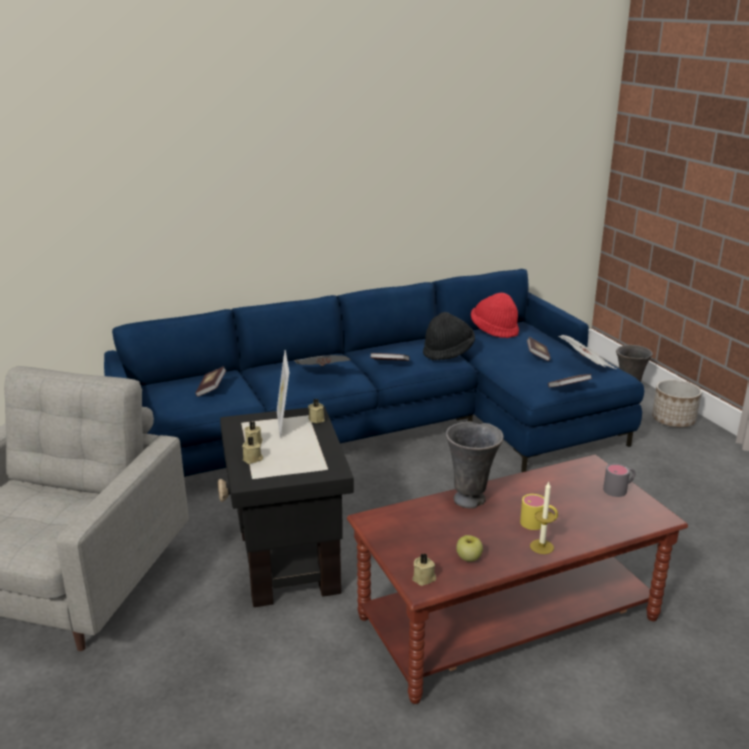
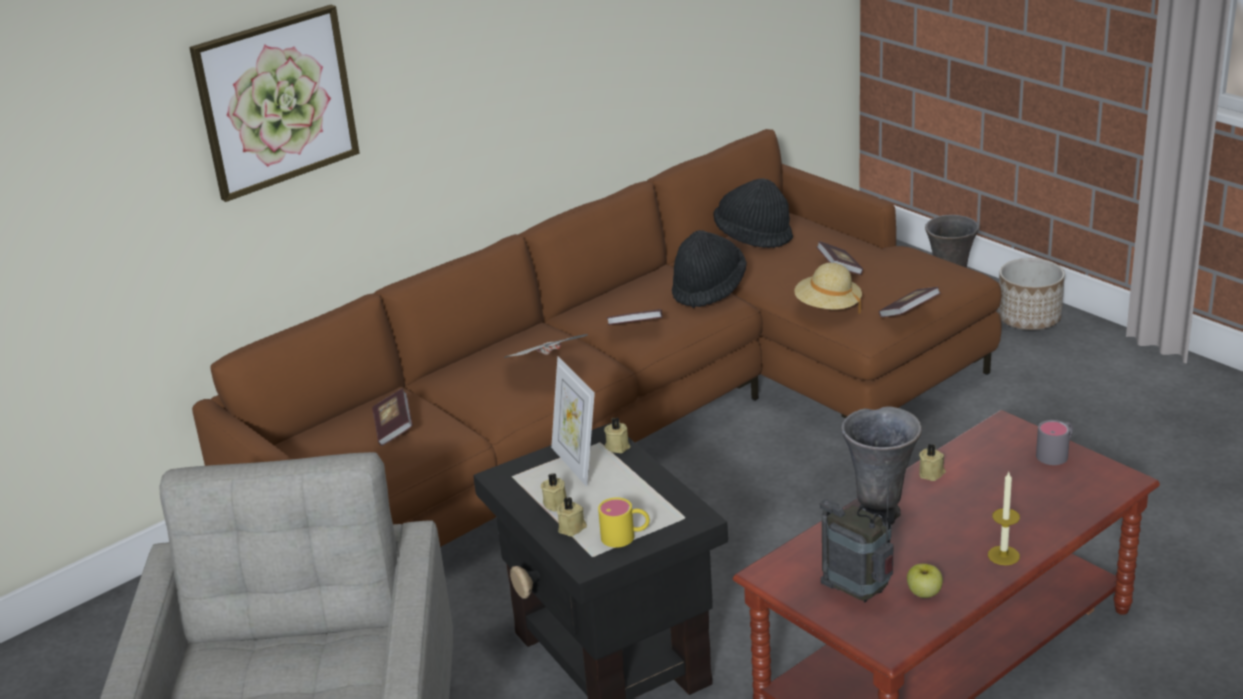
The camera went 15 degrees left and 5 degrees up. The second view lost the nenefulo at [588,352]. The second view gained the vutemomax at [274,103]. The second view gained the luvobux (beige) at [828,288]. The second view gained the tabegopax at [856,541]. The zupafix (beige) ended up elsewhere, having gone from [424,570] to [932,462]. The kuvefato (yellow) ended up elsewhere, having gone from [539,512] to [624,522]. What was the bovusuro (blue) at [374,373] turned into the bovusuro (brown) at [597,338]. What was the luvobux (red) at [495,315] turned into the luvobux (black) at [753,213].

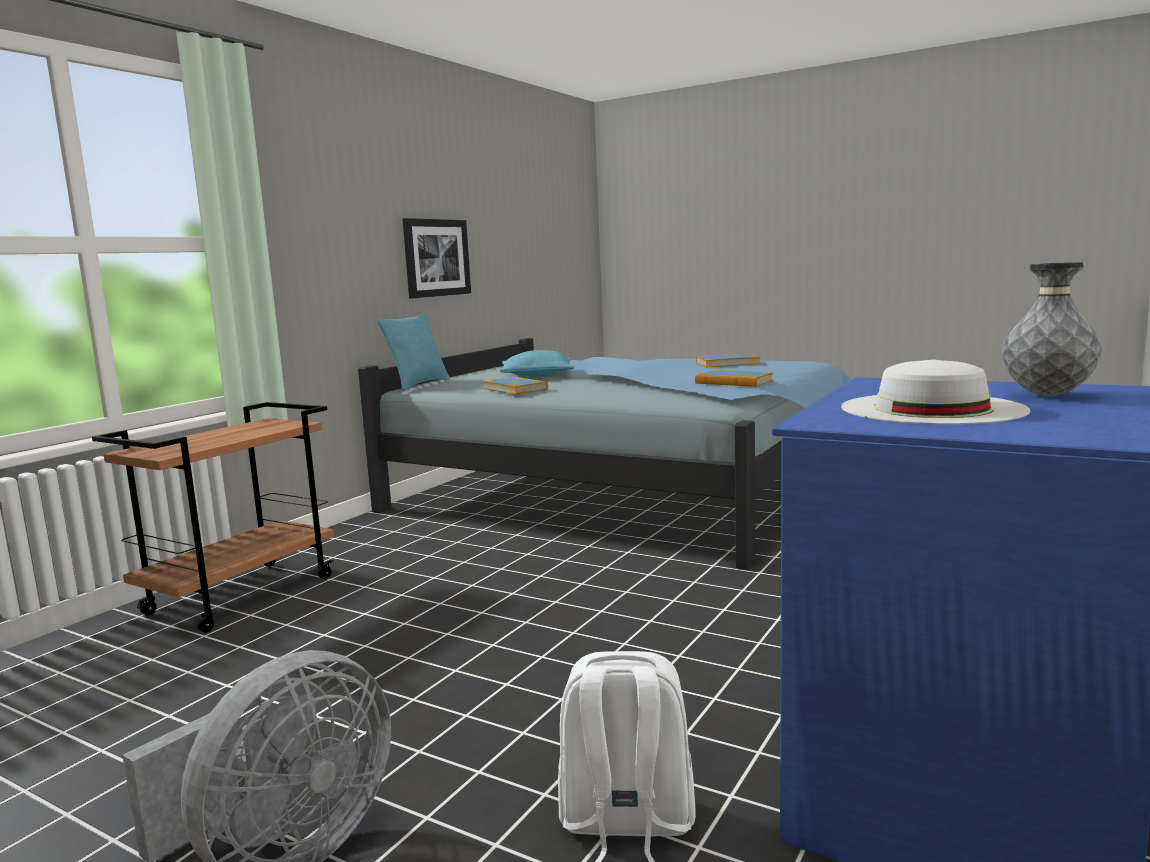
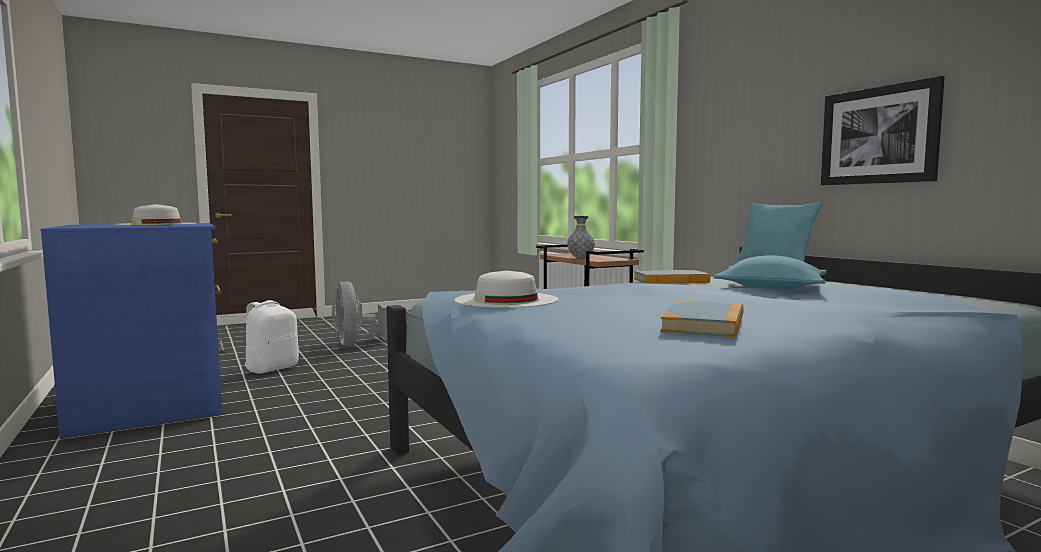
The camera went 120 degrees right and 5 degrees down. The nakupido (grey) ended up elsewhere, having gone from [1052,329] to [581,237]. Where the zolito stood at [734,378], the luvobux (white) came to stand at [506,289].

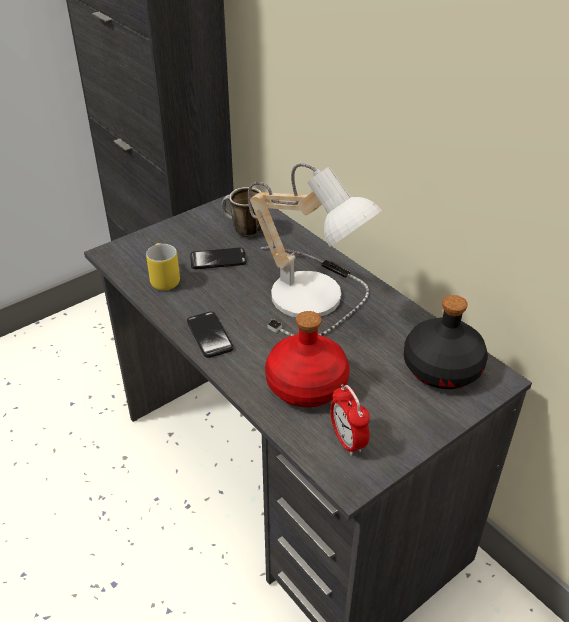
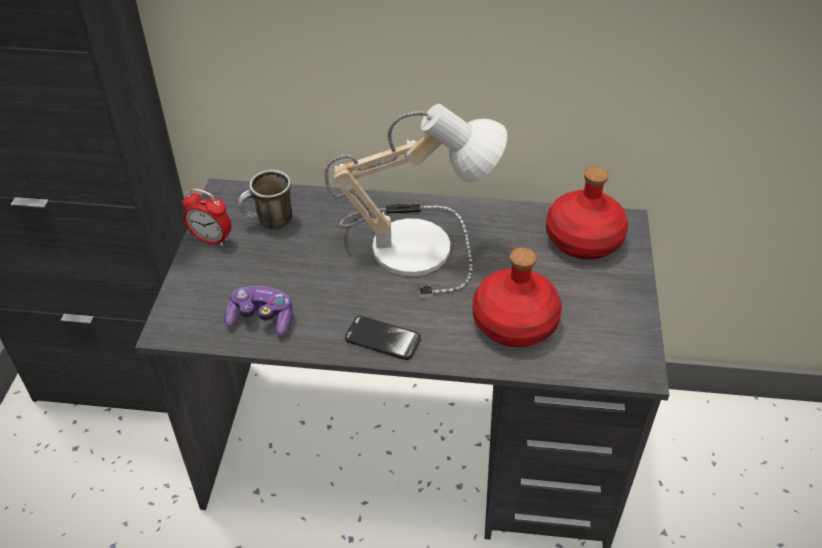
The camera went 45 degrees left and 5 degrees up. The second view lost the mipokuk at [218,258]. The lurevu ended up elsewhere, having gone from [350,420] to [207,217]. Where the kuvefato (yellow) stood at [163,266], the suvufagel came to stand at [258,311]. What was the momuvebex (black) at [446,342] turned into the momuvebex (red) at [587,213].

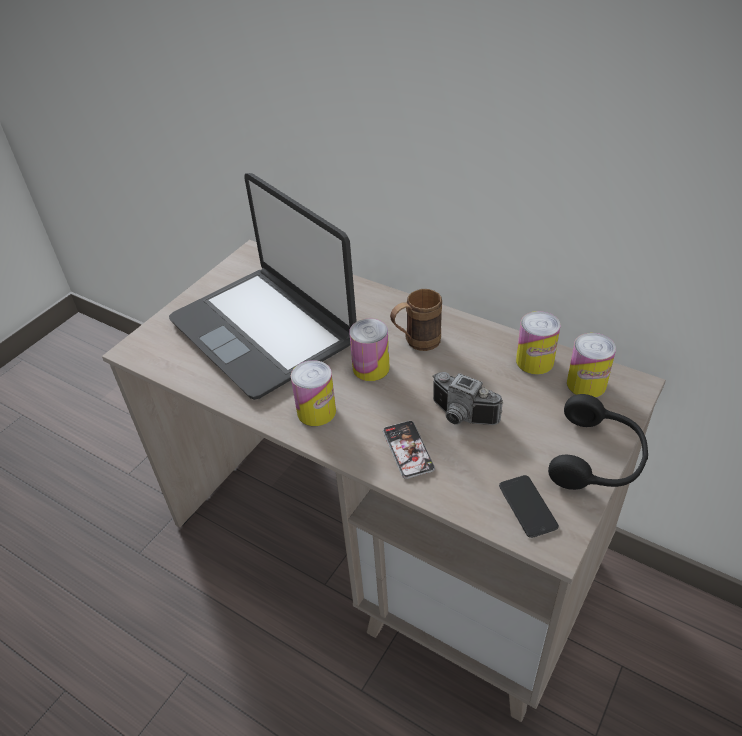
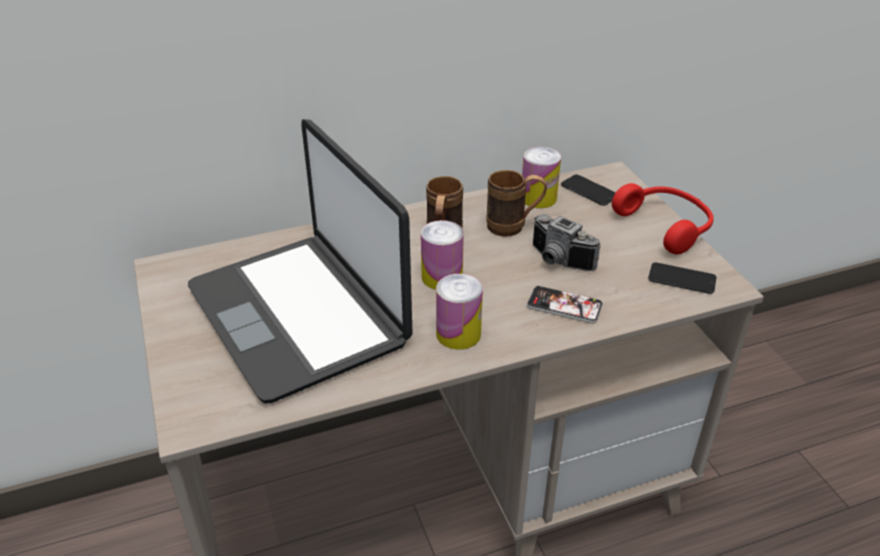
The camera went 55 degrees left and 5 degrees down. The second view gained the kuvefato (brown) at [516,203]. Where the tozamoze stood at [591,365], the mipokuk came to stand at [588,190]. What was the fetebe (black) at [598,442] turned into the fetebe (red) at [663,218]. The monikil at [263,286] ended up facing another way, 60 degrees clockwise from before. The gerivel at [467,398] ended up facing another way, 60 degrees clockwise from before.

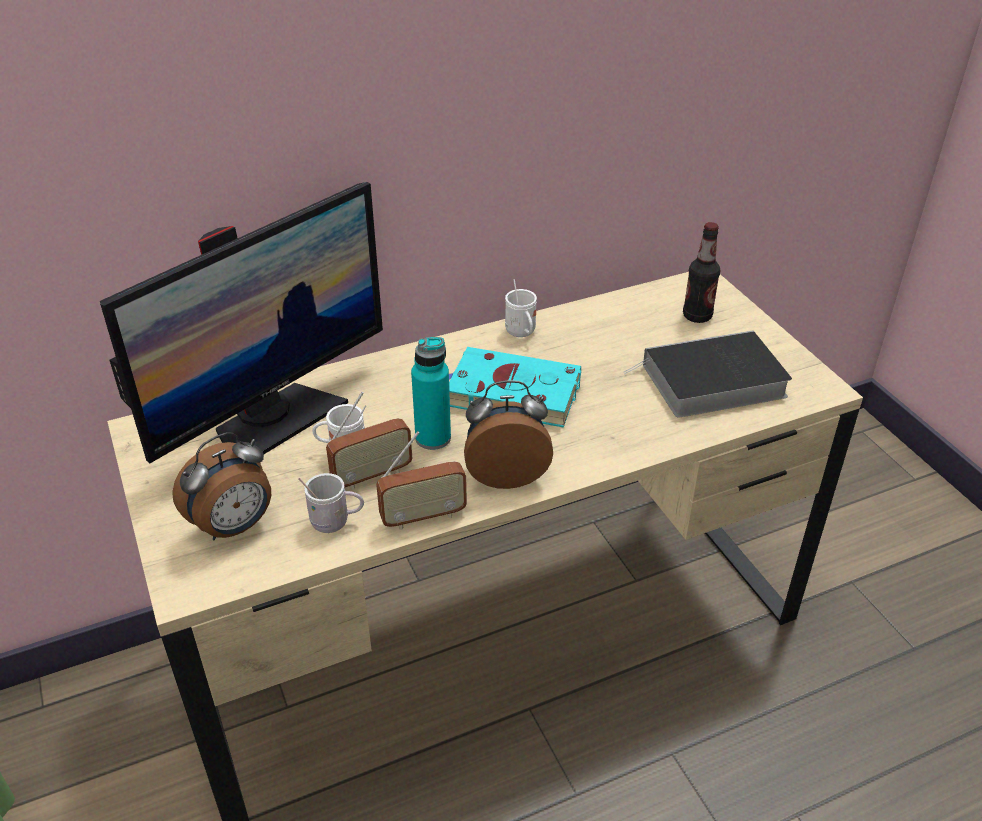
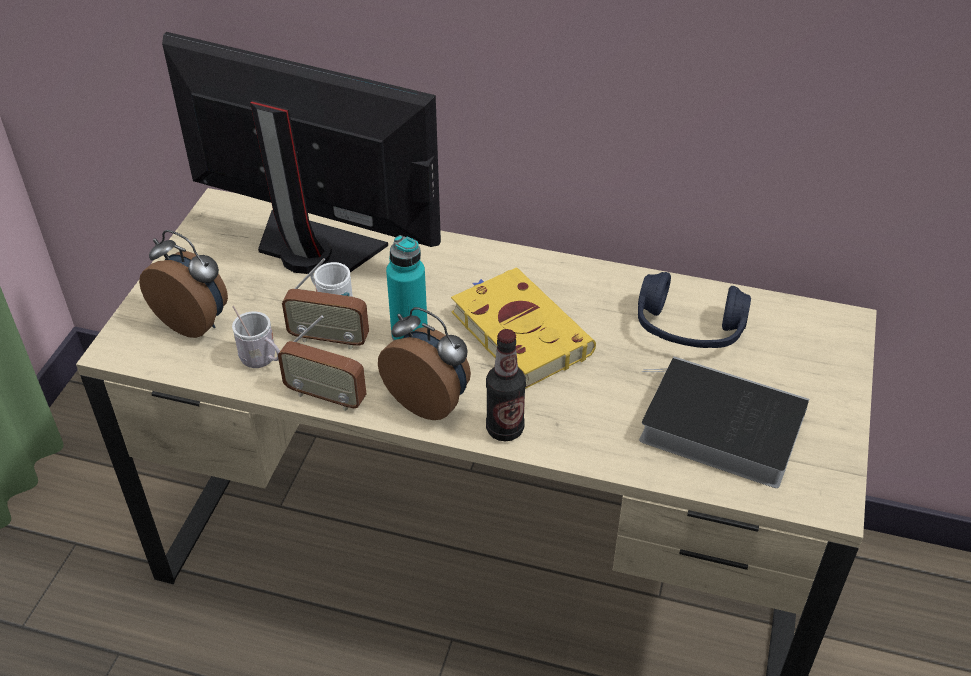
The camera went 40 degrees right and 5 degrees up. The second view lost the kuvefato (white) at [521,308]. The second view gained the fetebe (blue) at [694,310]. The momuvebex ended up elsewhere, having gone from [701,272] to [506,385]. What was the zolito (turquoise) at [515,387] turned into the zolito (yellow) at [523,328]. The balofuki at [241,322] ended up facing another way, 150 degrees counterclockwise from before. The lurevu at [221,486] ended up facing another way, 150 degrees counterclockwise from before.

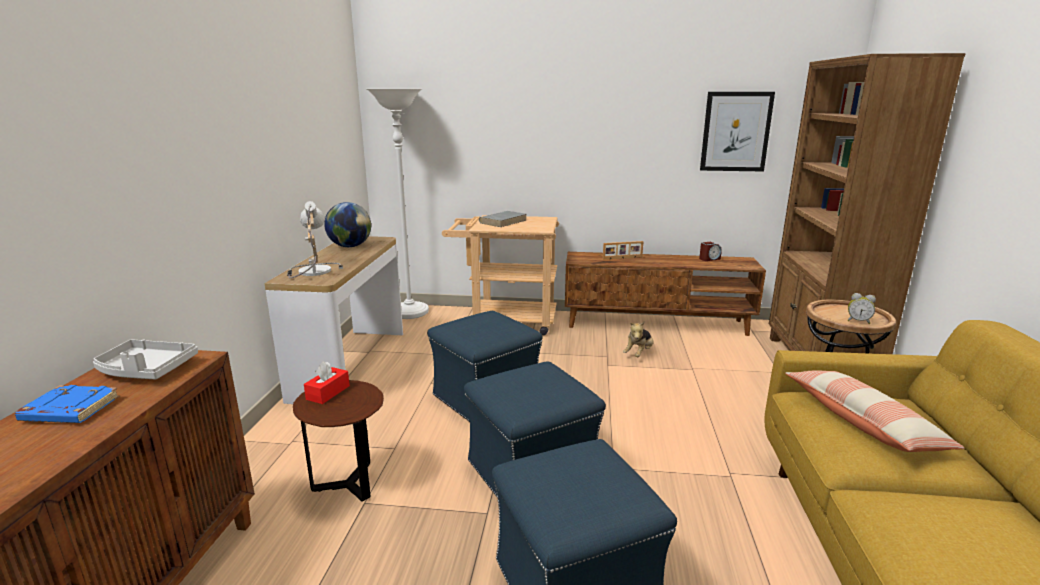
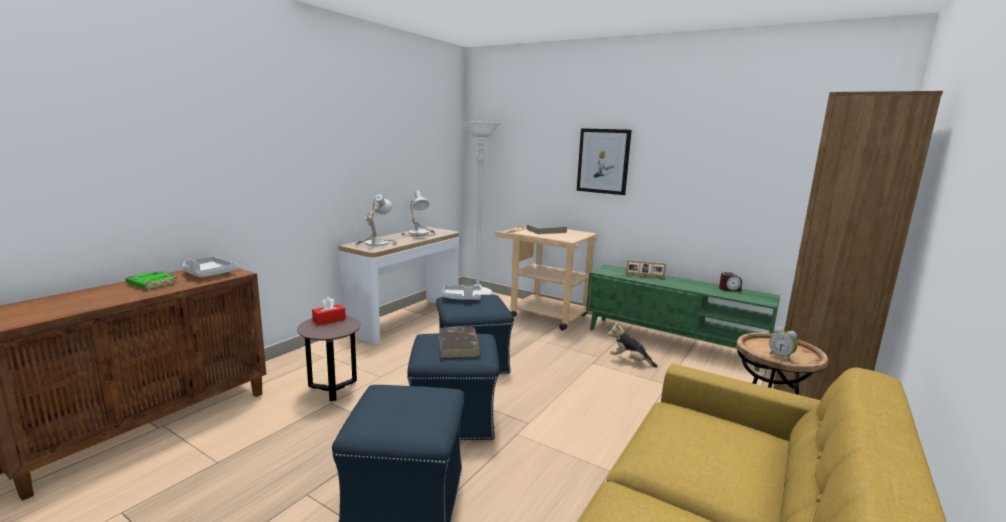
The camera went 25 degrees right and 5 degrees down. The second view lost the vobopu at [875,411]. The second view gained the zolito (brown) at [460,342]. The second view gained the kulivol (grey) at [461,292]. The vutemomax ended up elsewhere, having gone from [737,131] to [604,161]. Where the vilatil stood at [347,224], the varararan came to stand at [419,213]. What was the zolito (blue) at [67,404] turned into the zolito (green) at [152,280]. What was the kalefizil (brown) at [665,294] turned into the kalefizil (green) at [683,318]. The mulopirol at [638,339] ended up facing another way, 60 degrees clockwise from before.

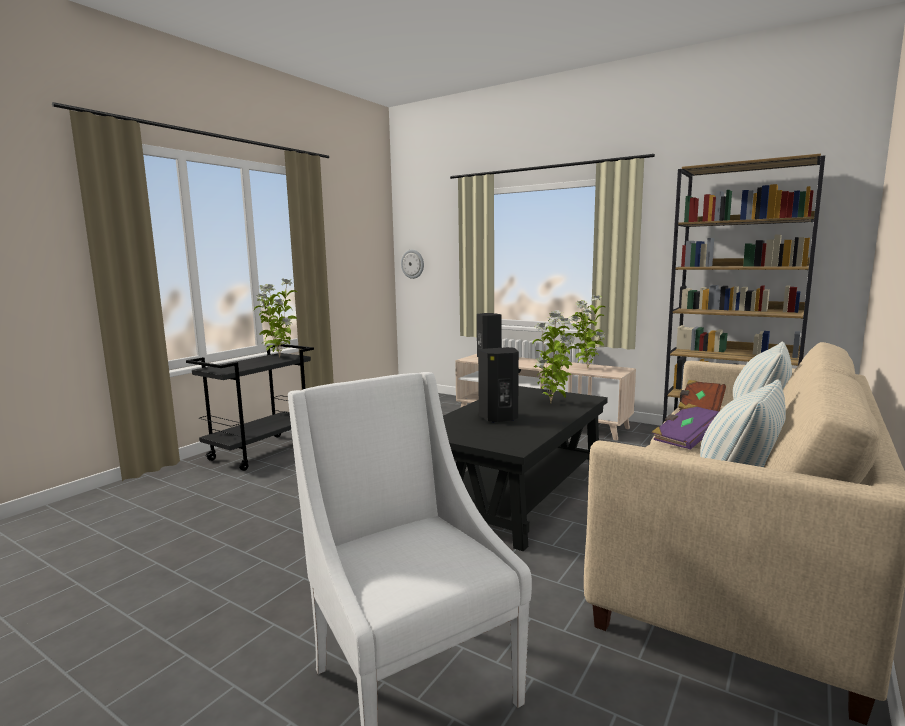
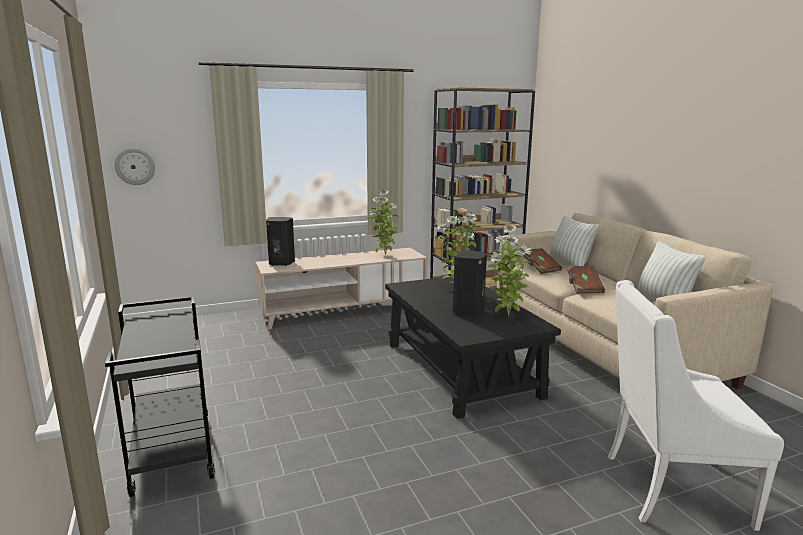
The camera went 55 degrees left and 5 degrees up. The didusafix ended up elsewhere, having gone from [275,318] to [510,271]. What was the zolito (purple) at [685,427] turned into the zolito (brown) at [586,279].

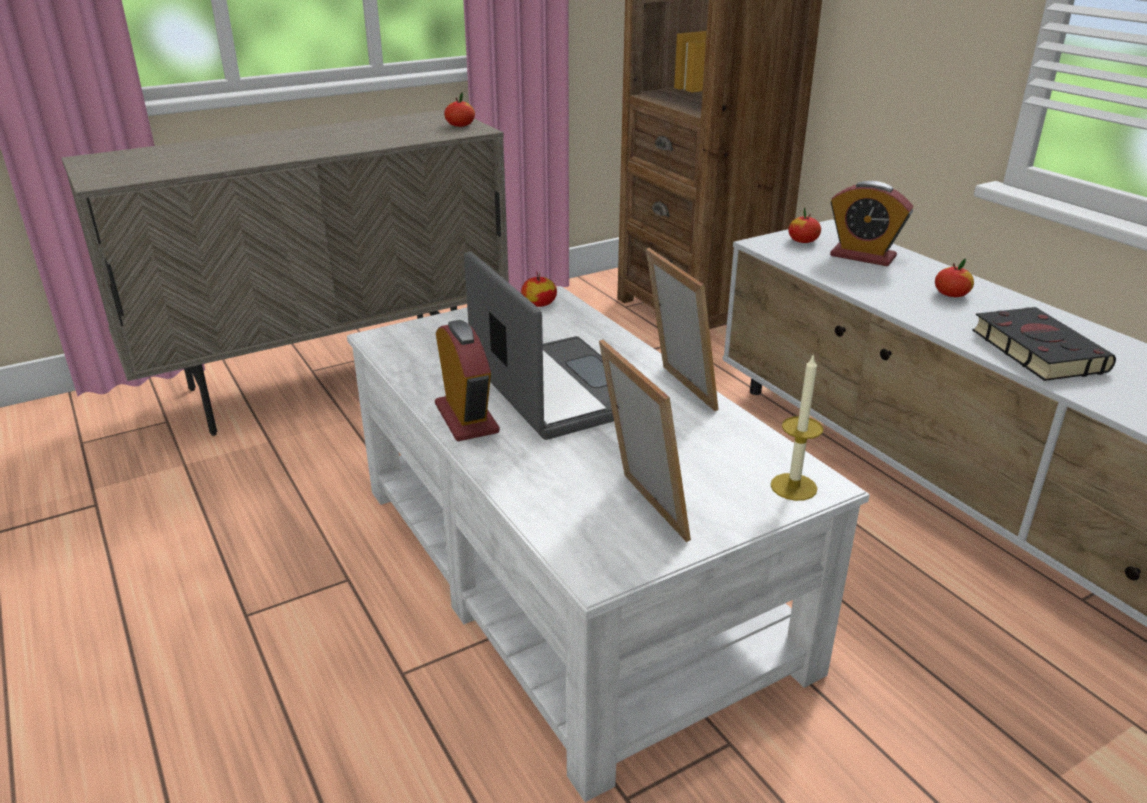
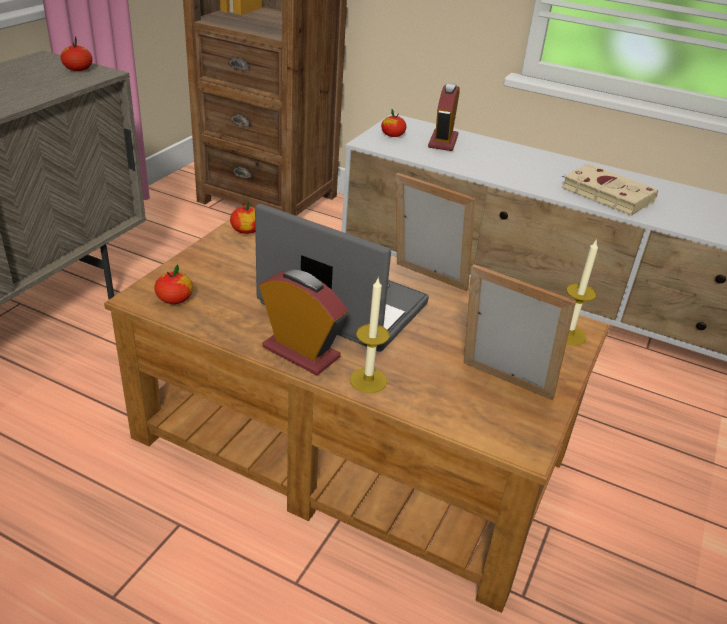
The camera went 35 degrees left and 5 degrees up. The second view gained the zupafix at [370,335]. The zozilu ended up elsewhere, having gone from [954,278] to [174,284]. What was the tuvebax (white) at [608,544] turned into the tuvebax (brown) at [357,416]. What was the zolito (black) at [1044,344] turned into the zolito (beige) at [609,190]. The lurevu at [871,223] ended up facing another way, 105 degrees clockwise from before.

